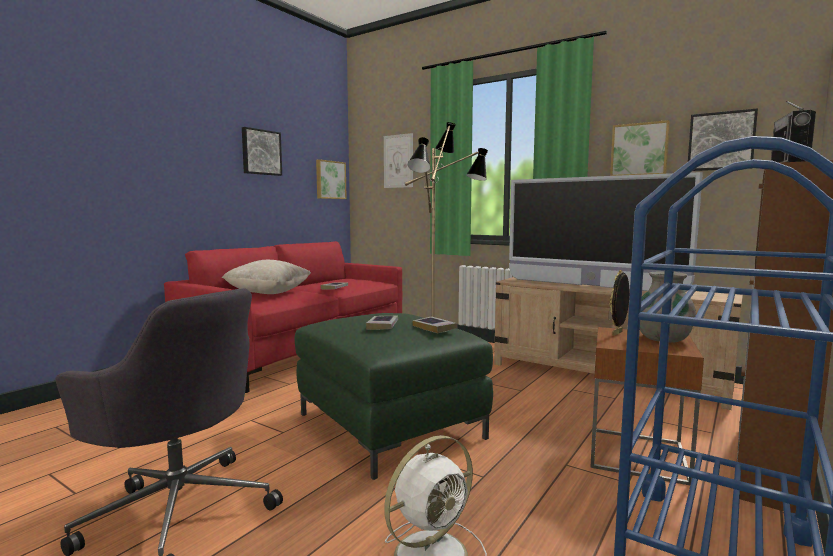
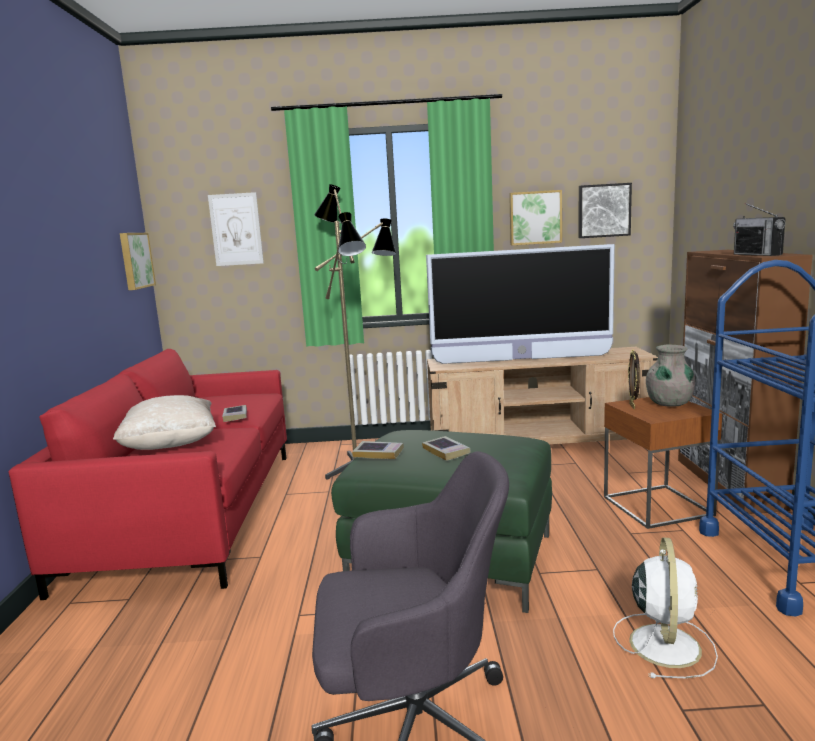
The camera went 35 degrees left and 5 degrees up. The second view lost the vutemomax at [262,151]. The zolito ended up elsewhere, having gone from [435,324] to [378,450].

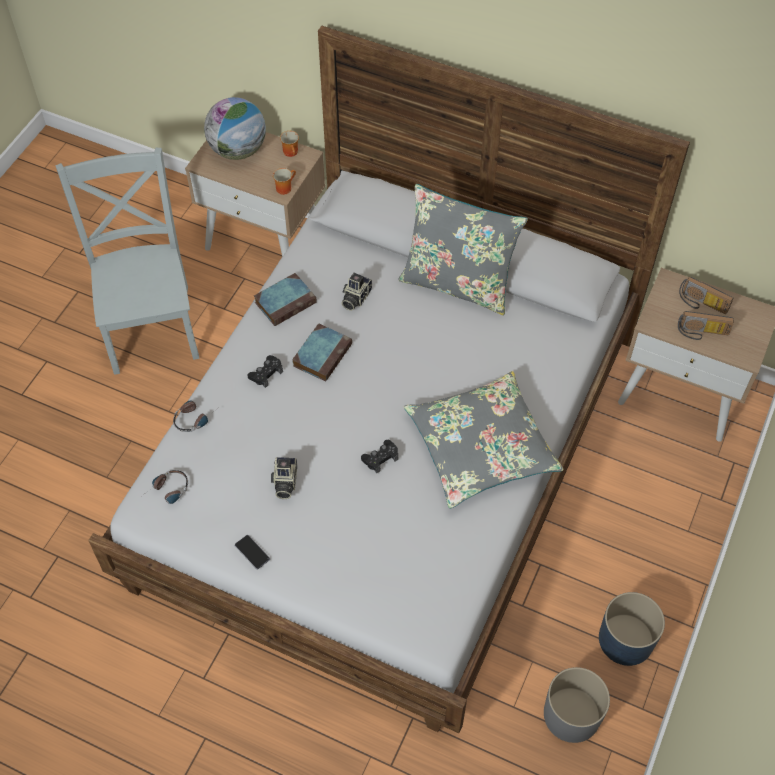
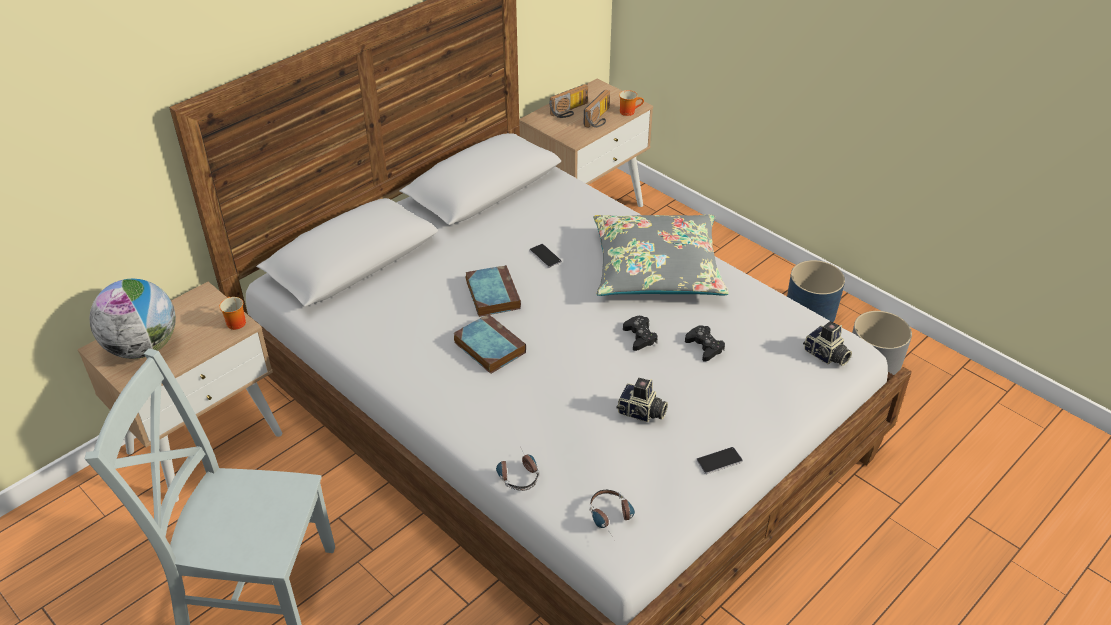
The camera went 70 degrees left and 15 degrees down. The second view lost the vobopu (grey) at [463,249]. The second view gained the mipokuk at [545,256]. The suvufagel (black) ended up elsewhere, having gone from [265,371] to [705,343]. The zolito ended up elsewhere, having gone from [285,299] to [493,291]. The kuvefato ended up elsewhere, having gone from [289,144] to [631,103]. The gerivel ended up elsewhere, having gone from [356,292] to [827,343].

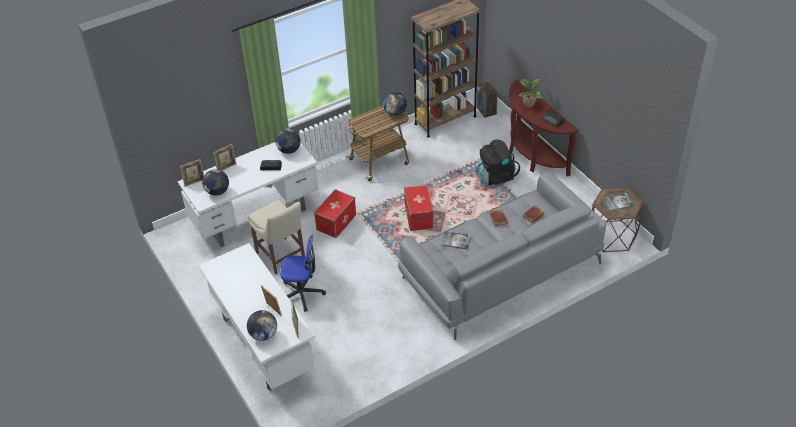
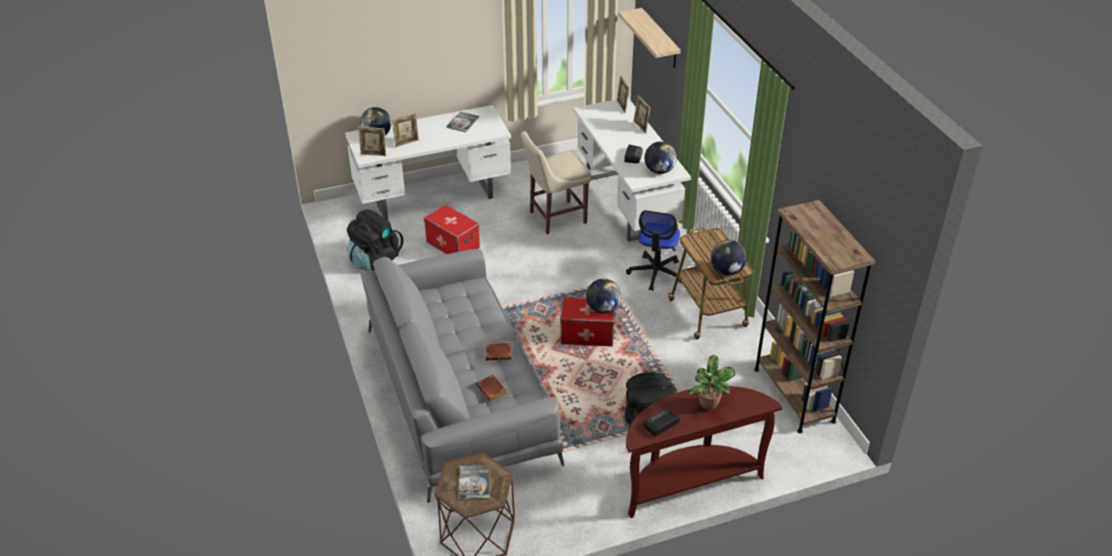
The camera went 100 degrees right and 5 degrees down. The second view lost the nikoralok at [487,99]. The second view gained the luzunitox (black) at [375,240]. The second view gained the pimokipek at [649,38]. The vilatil ended up elsewhere, having gone from [215,182] to [603,296]. The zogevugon ended up elsewhere, having gone from [303,273] to [653,250]. The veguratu ended up elsewhere, having gone from [335,213] to [452,229]. The zolito ended up elsewhere, having gone from [456,240] to [462,121].

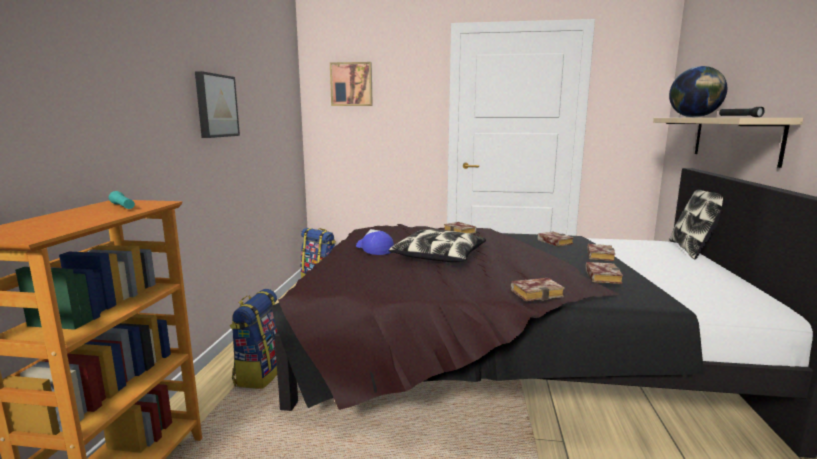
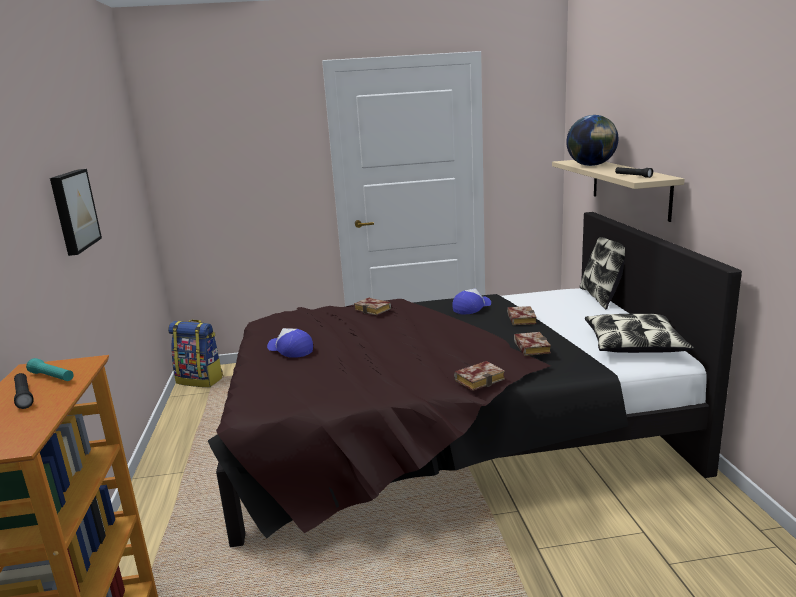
The camera went 15 degrees left and 5 degrees up. The second view lost the luzunitox at [254,339]. The second view lost the vutemomax at [351,84]. The second view gained the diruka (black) at [24,391]. The vobopu ended up elsewhere, having gone from [437,245] to [639,333]. Where the zolito stood at [556,239], the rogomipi came to stand at [472,301].

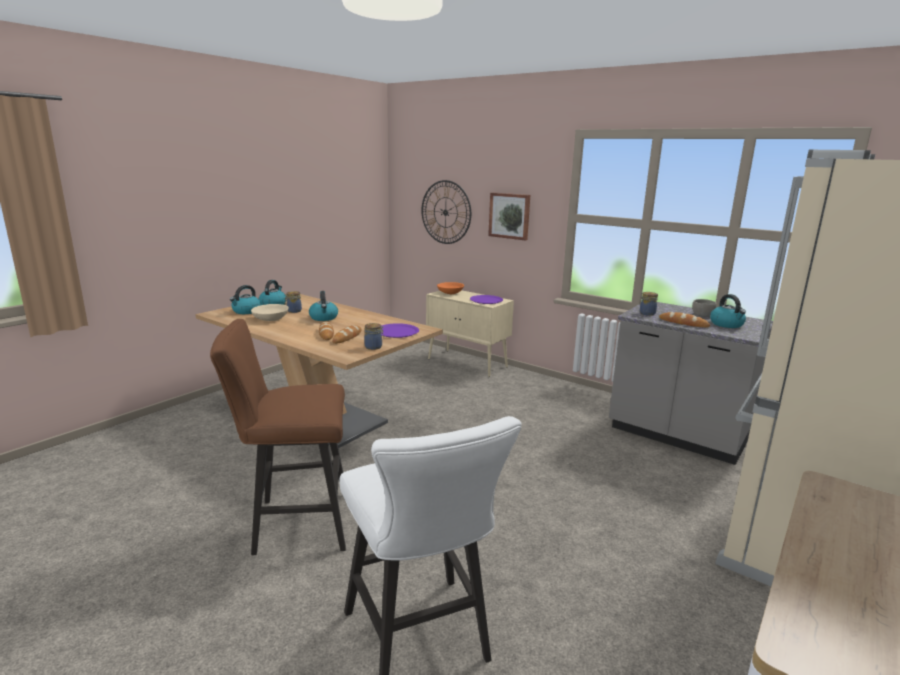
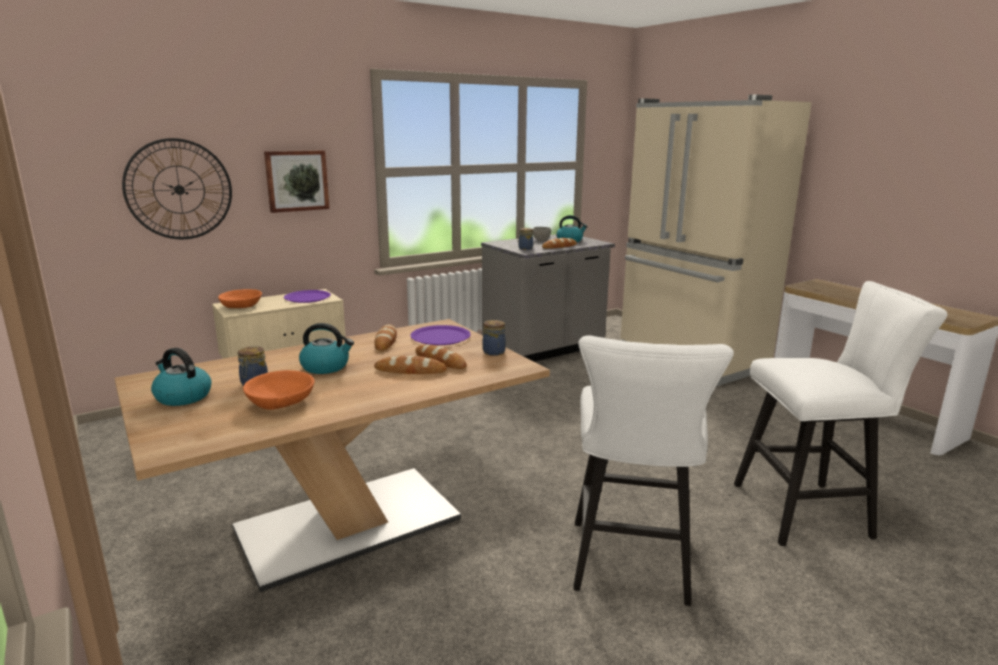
The camera went 70 degrees left and 0 degrees up. The second view lost the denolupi at [245,299]. The second view gained the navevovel at [386,337]. What was the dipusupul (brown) at [278,437] turned into the dipusupul (white) at [653,470]. What was the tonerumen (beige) at [270,312] turned into the tonerumen (orange) at [279,390].

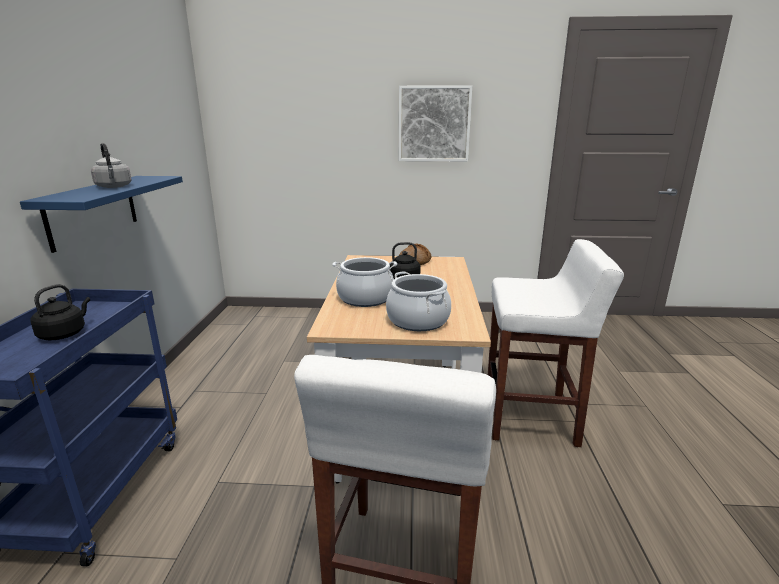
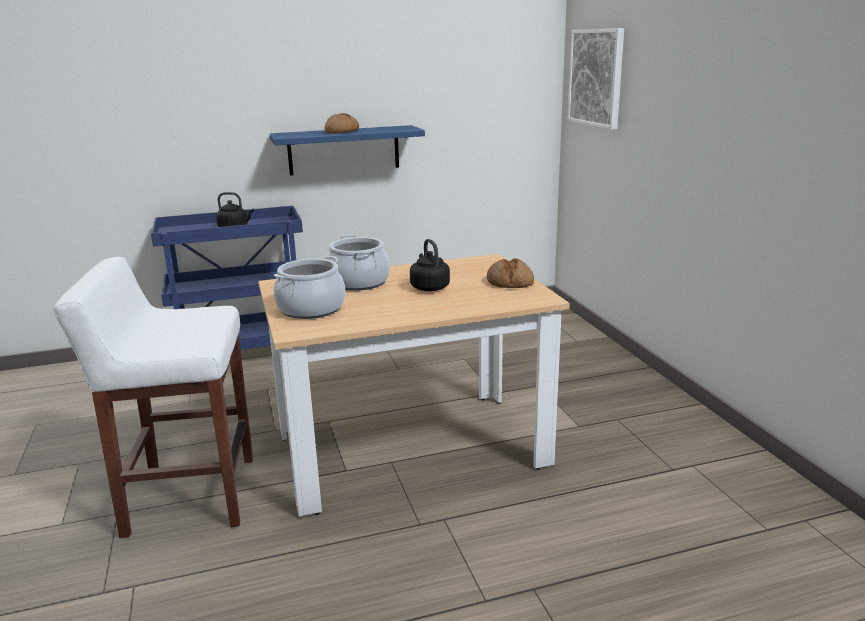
The camera went 70 degrees right and 0 degrees up. The second view lost the dipusupul (white) at [556,343]. The vutemomax ended up elsewhere, having gone from [435,123] to [595,79]. Where the denolupi (grey) stood at [111,165], the navevovel came to stand at [342,123].

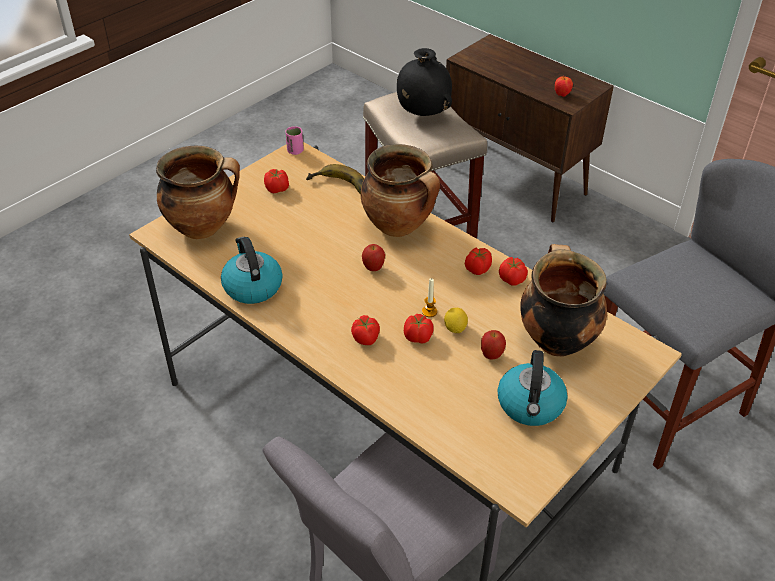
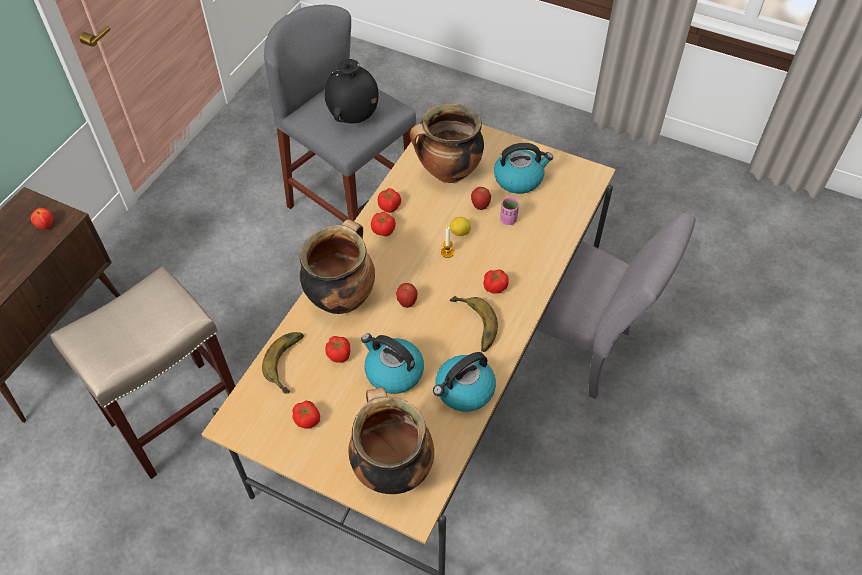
The camera went 105 degrees left and 10 degrees up. The second view gained the denolupi at [392,364]. The second view gained the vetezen at [474,324]. The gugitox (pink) ended up elsewhere, having gone from [294,140] to [509,211]. The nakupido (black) ended up elsewhere, having gone from [424,82] to [351,91]. The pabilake ended up elsewhere, having gone from [419,328] to [337,349].

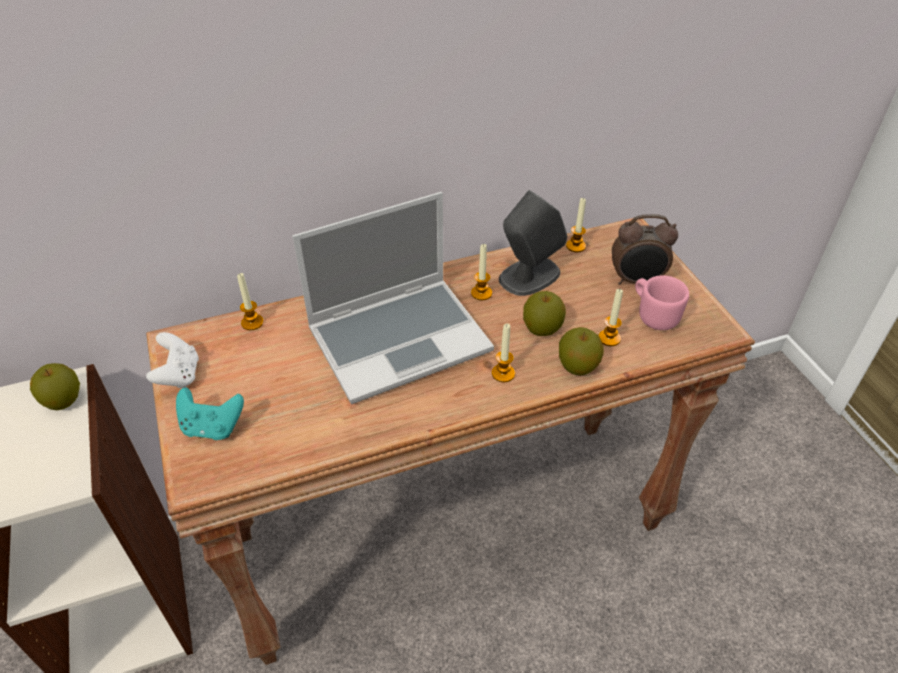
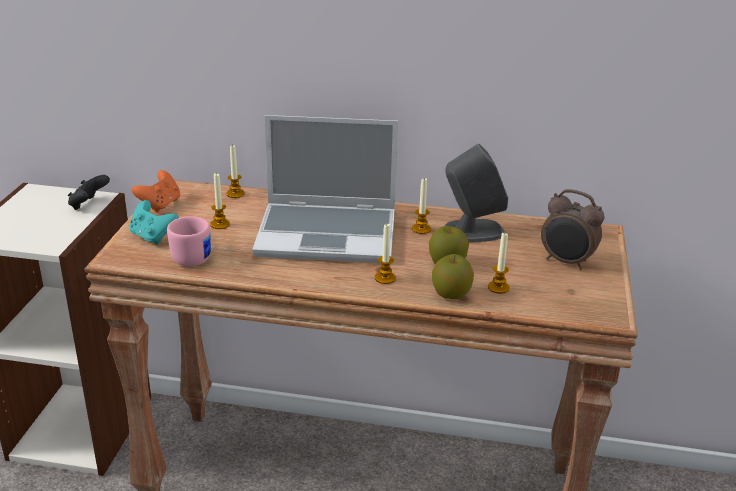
The camera went 30 degrees right and 15 degrees down. The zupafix ended up elsewhere, having gone from [576,225] to [220,200]. The kuvefato (pink) ended up elsewhere, having gone from [662,302] to [189,241]. Where the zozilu stood at [55,386], the suvufagel (black) came to stand at [89,192]. What was the suvufagel (white) at [172,360] turned into the suvufagel (orange) at [156,191].

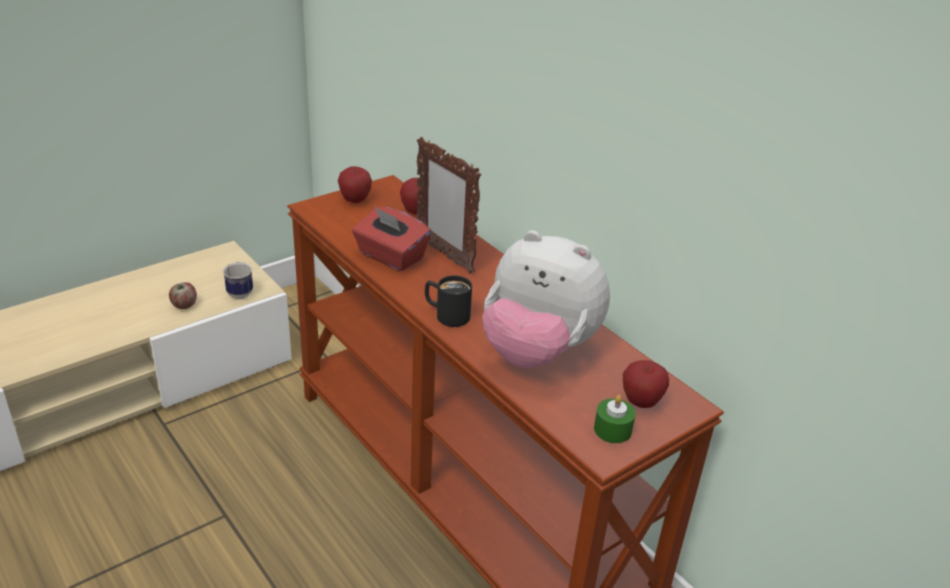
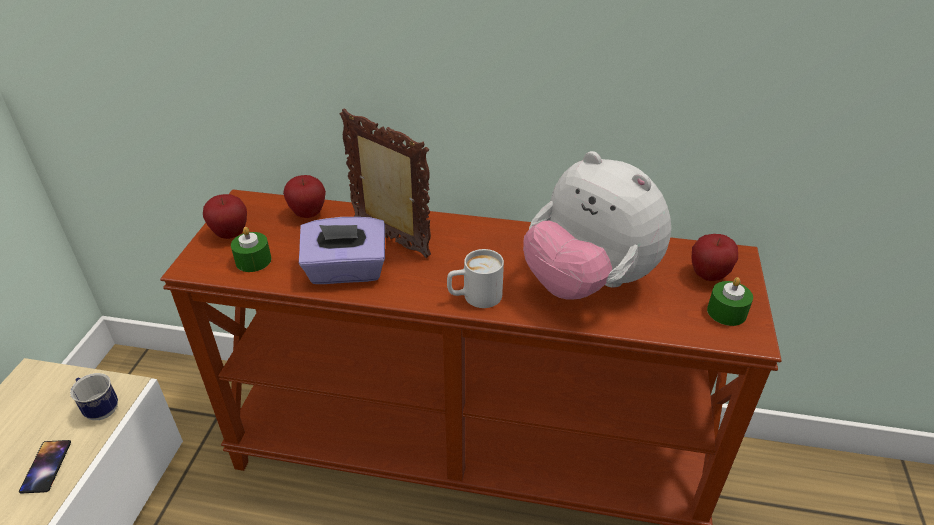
The camera went 40 degrees left and 5 degrees up. The second view gained the zupafix (green) at [251,249]. Where the zozilu stood at [183,295], the mipokuk came to stand at [45,467]. What was the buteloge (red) at [391,238] turned into the buteloge (purple) at [342,250]. What was the kuvefato (black) at [448,301] turned into the kuvefato (white) at [475,278]. The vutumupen at [449,205] ended up facing another way, 150 degrees counterclockwise from before. The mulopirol at [546,299] ended up facing another way, 60 degrees clockwise from before.

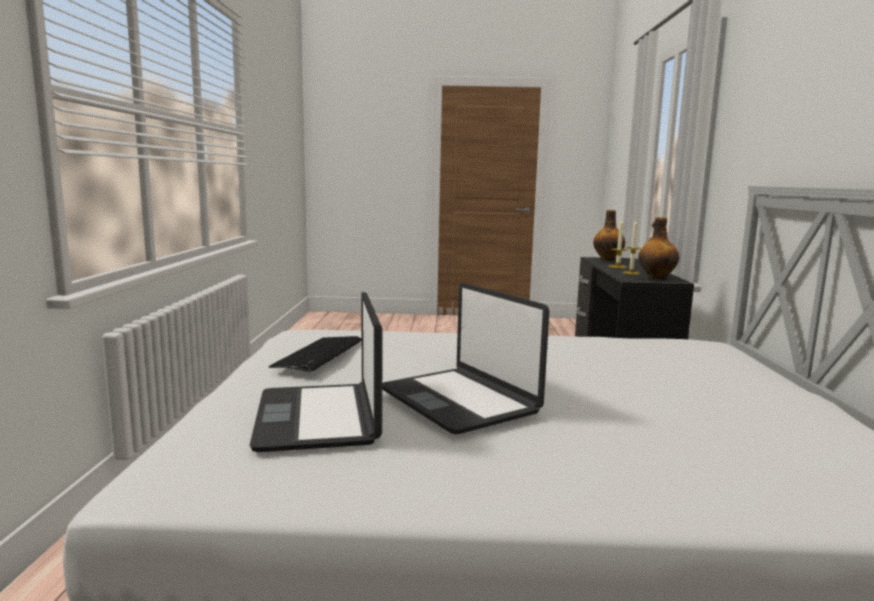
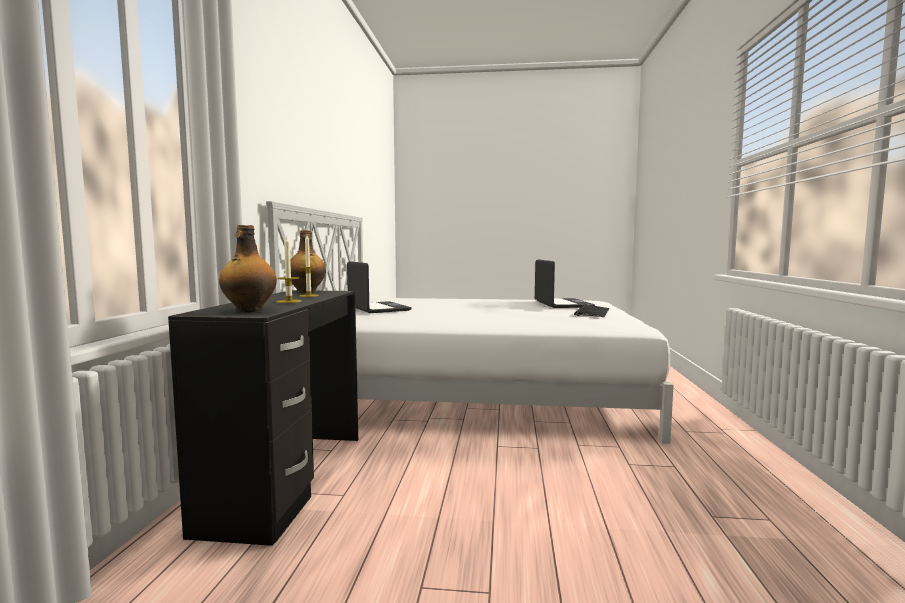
The camera went 175 degrees left and 5 degrees down. The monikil ended up elsewhere, having gone from [465,358] to [379,287].

